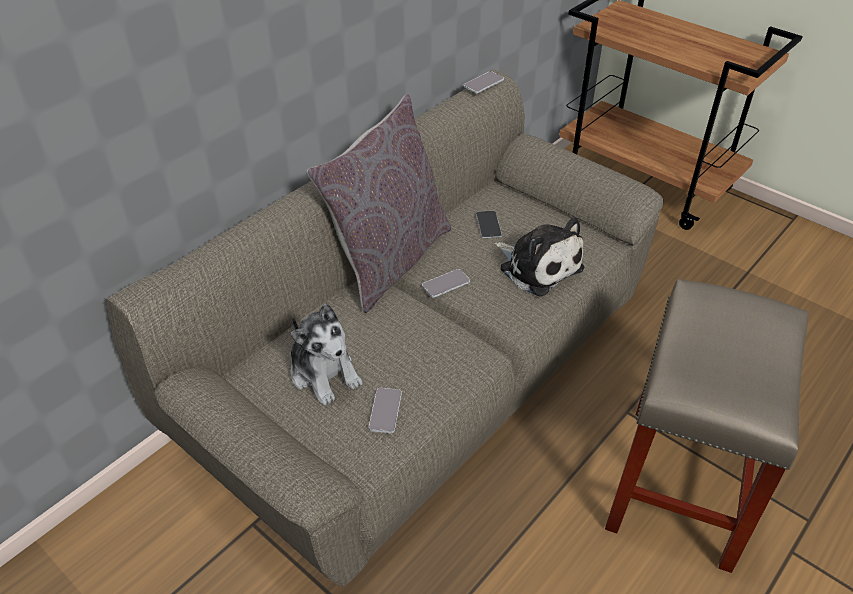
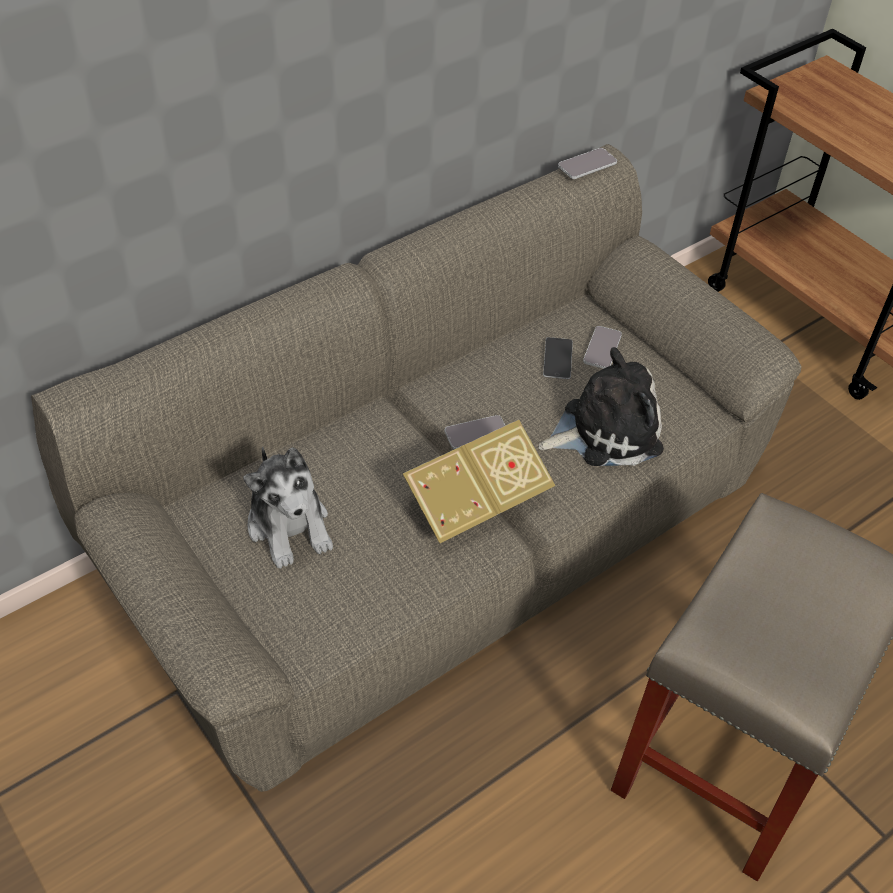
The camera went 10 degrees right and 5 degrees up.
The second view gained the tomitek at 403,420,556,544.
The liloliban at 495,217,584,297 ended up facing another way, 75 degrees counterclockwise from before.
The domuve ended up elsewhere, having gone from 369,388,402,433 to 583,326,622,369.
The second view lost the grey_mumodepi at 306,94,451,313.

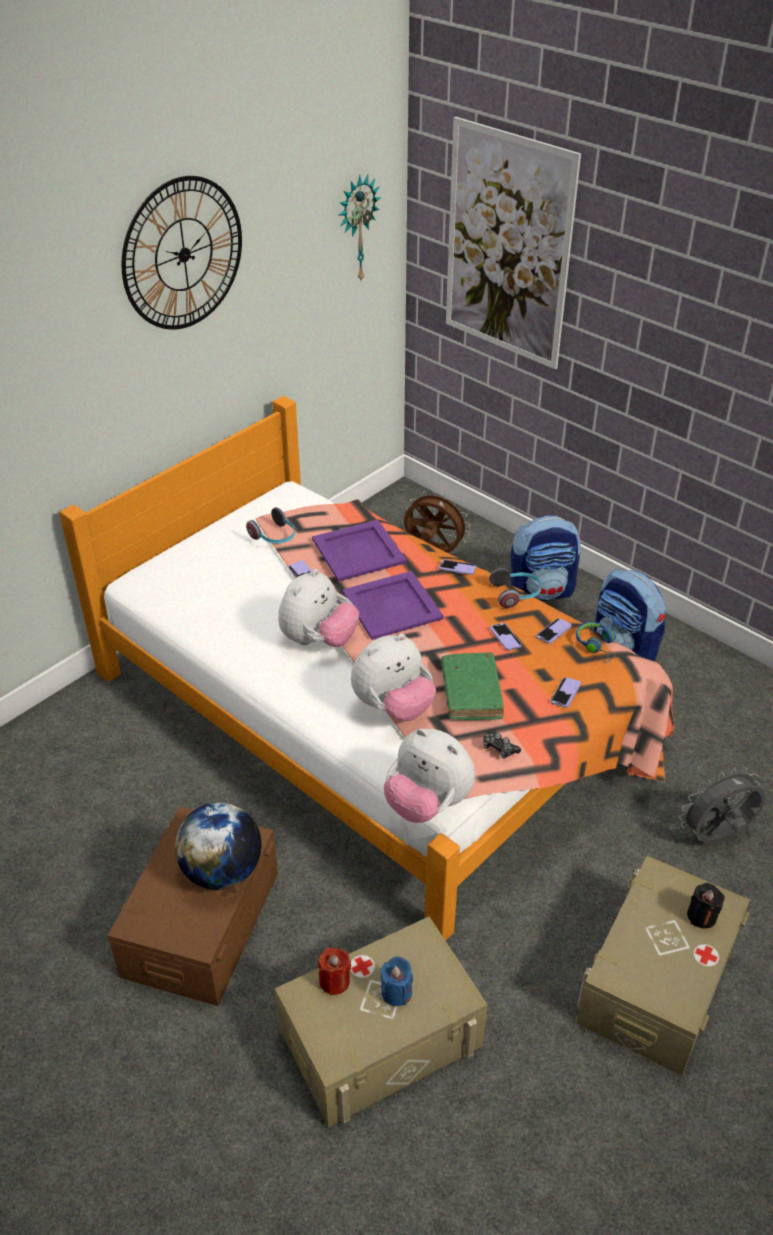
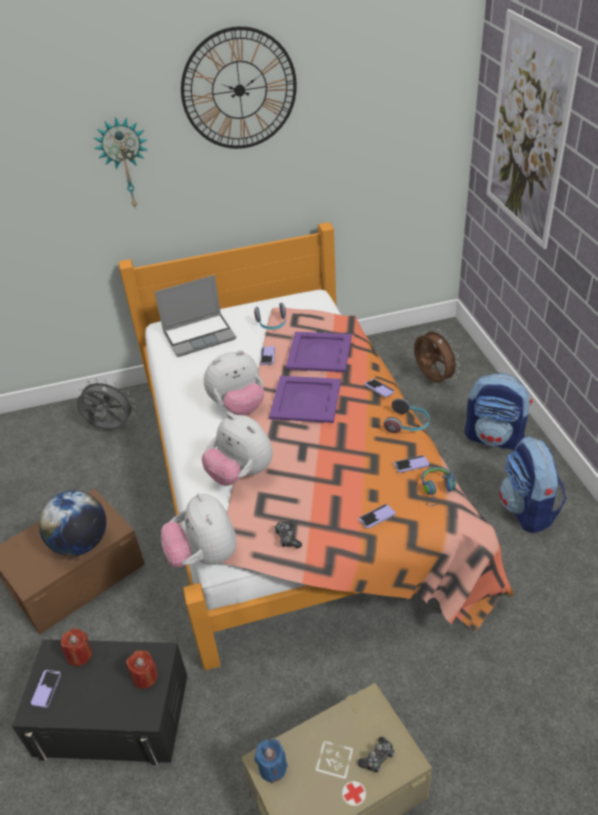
The camera went 35 degrees right and 0 degrees up.
What was the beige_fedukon at 275,916,487,1127 turned into the black_fedukon at 12,639,187,765.
The domuve ended up elsewhere, having gone from 490,623,522,650 to 31,670,61,708.
The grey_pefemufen ended up elsewhere, having gone from 679,767,766,843 to 77,379,136,430.
The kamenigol ended up elsewhere, having gone from 339,175,381,282 to 94,117,147,209.
The second view gained the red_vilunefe at 126,650,158,689.
The second view gained the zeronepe at 155,275,236,357.
The liloliban at 351,634,436,721 ended up facing another way, 45 degrees clockwise from before.
The blue_vilunefe ended up elsewhere, having gone from 380,956,413,1006 to 254,739,288,783.
Where the black_vilunefe stood at 687,883,725,929, the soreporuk came to stand at 358,737,395,773.
The second view lost the green_tomitek at 441,653,504,720.

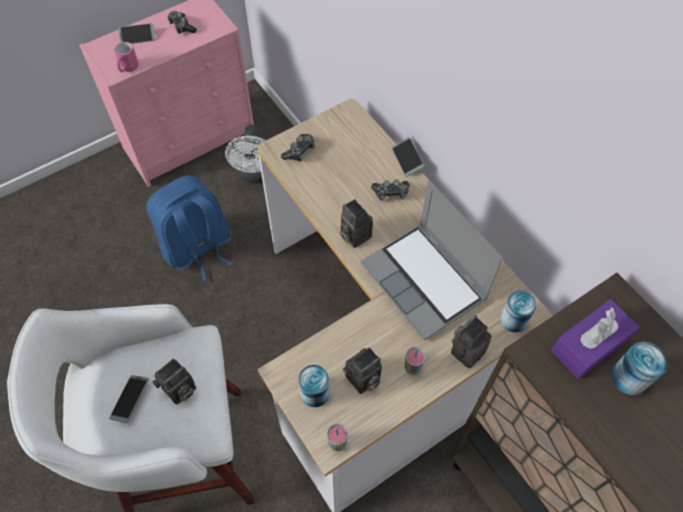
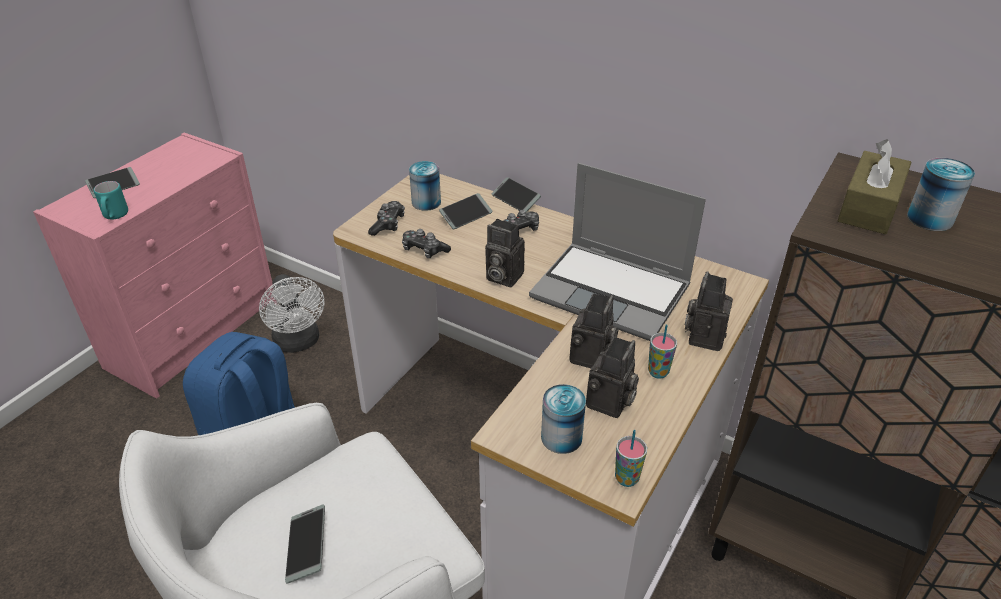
The camera went 25 degrees left and 20 degrees down.
What was the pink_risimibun at 114,42,139,72 turned into the turquoise_risimibun at 94,181,128,219.
The soreporuk ended up elsewhere, having gone from 167,11,197,34 to 402,229,451,258.
The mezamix ended up elsewhere, having gone from 500,291,537,332 to 409,161,441,211.
The second view gained the domuve at 439,193,493,229.
The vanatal ended up elsewhere, having gone from 153,359,196,405 to 570,293,618,368.
What was the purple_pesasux at 551,299,640,379 turned into the brown_pesasux at 838,139,911,234.

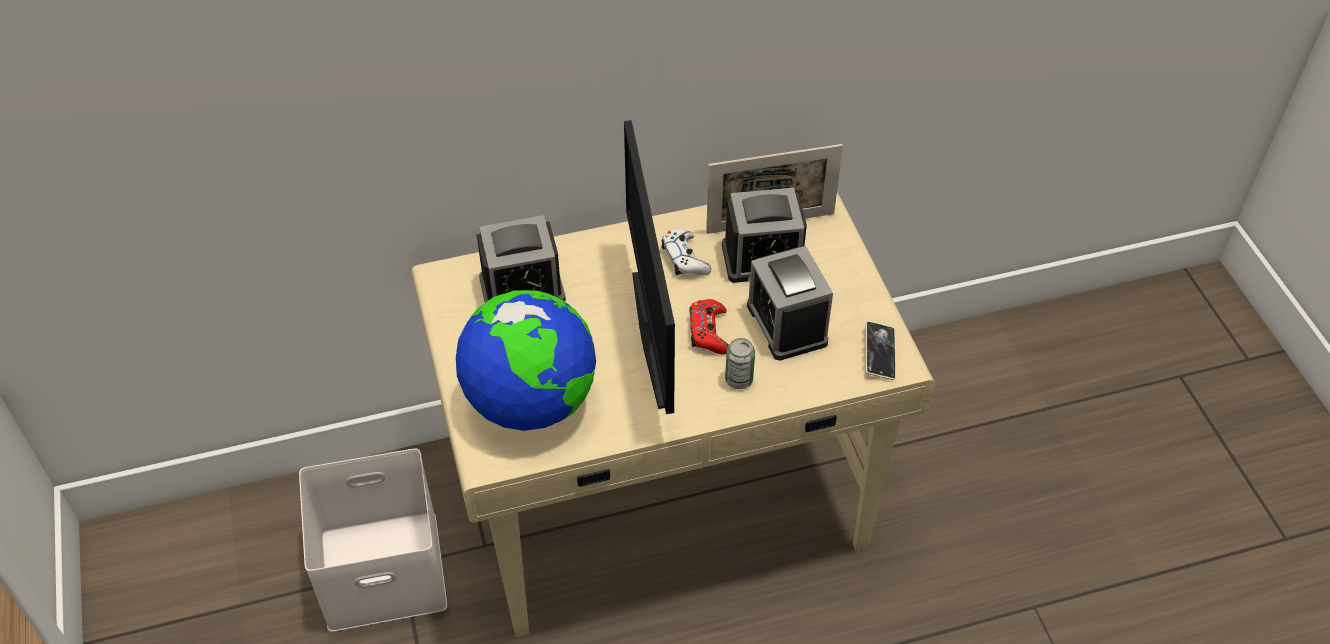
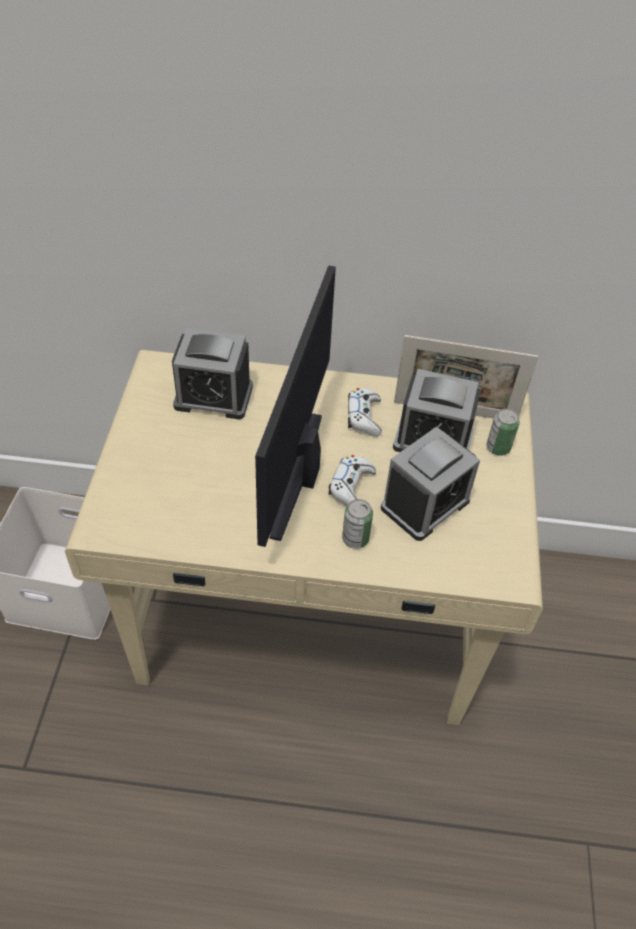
The camera went 20 degrees right and 0 degrees up.
What was the red_soreporuk at 689,299,729,354 turned into the white_soreporuk at 328,455,376,507.
The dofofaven at 747,246,833,361 ended up facing another way, 135 degrees counterclockwise from before.
The second view gained the mezamix at 486,408,520,456.
The second view lost the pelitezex at 456,290,596,431.
The second view lost the domuve at 865,322,896,380.

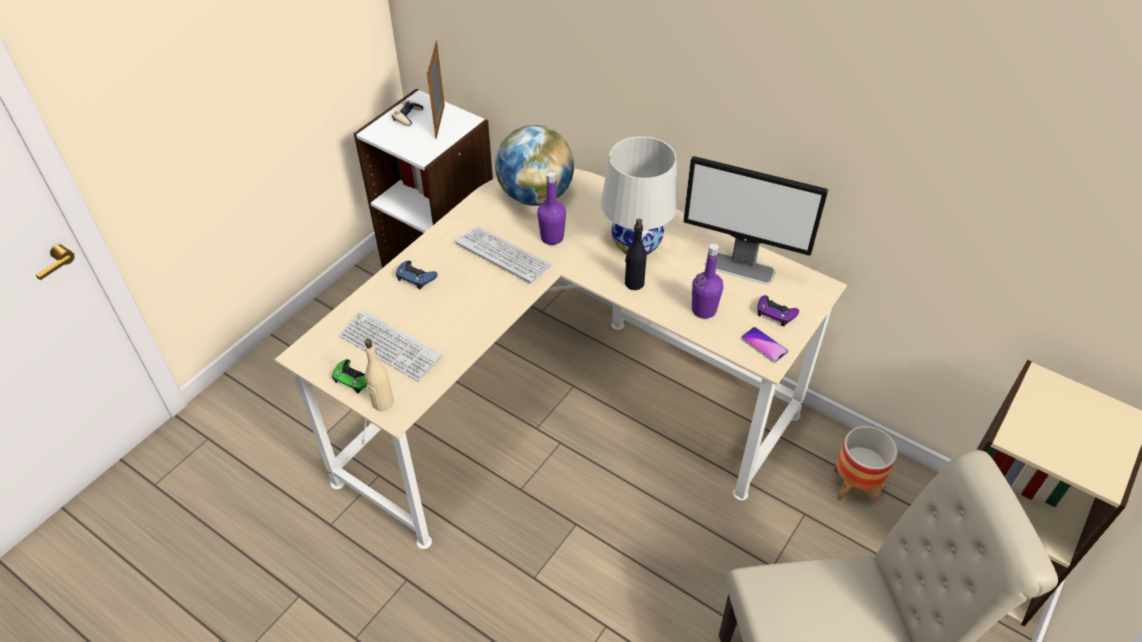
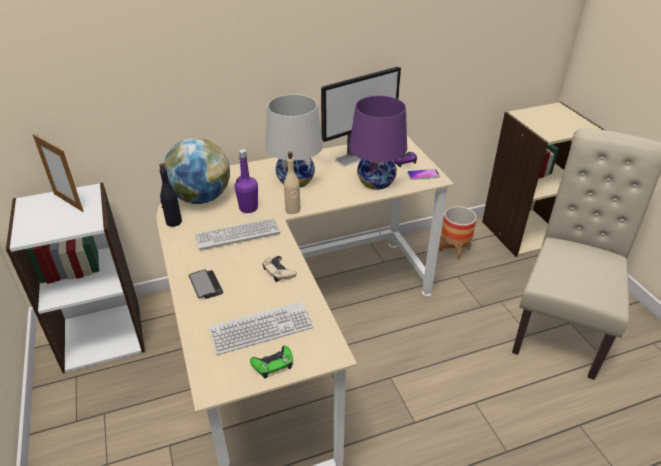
The camera went 55 degrees left and 10 degrees down.
The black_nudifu ended up elsewhere, having gone from 625,219,647,290 to 159,163,182,227.
Where the blue_soreporuk stood at 396,261,438,289, the domuve came to stand at 189,270,223,299.
The beige_soreporuk ended up elsewhere, having gone from 392,100,424,126 to 263,256,297,282.
The beige_nudifu ended up elsewhere, having gone from 365,339,394,411 to 284,152,301,214.
Where the purple_nudifu stood at 692,244,723,319, the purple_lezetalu came to stand at 349,96,407,190.

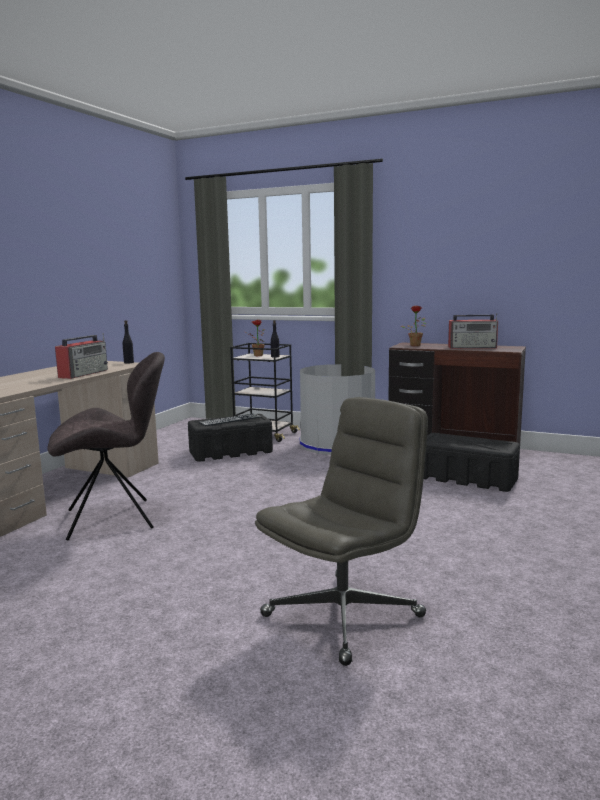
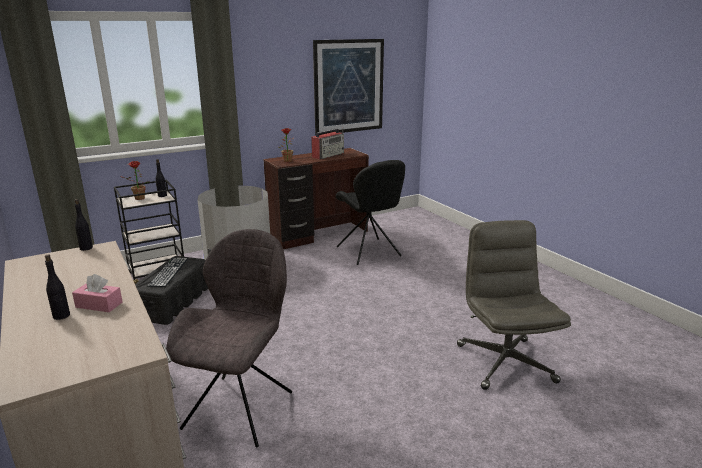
The camera went 55 degrees left and 10 degrees up.
The second view gained the black_nudifu at 45,255,70,320.
The second view gained the pink_pesasux at 72,274,122,312.
The second view gained the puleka at 313,39,384,135.
Where the black_fedukon stood at 424,433,520,492, the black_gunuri came to stand at 336,160,405,265.
The second view lost the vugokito at 55,333,108,379.

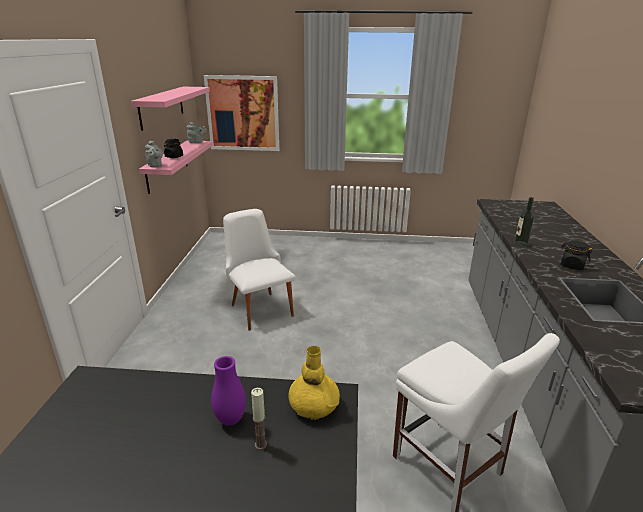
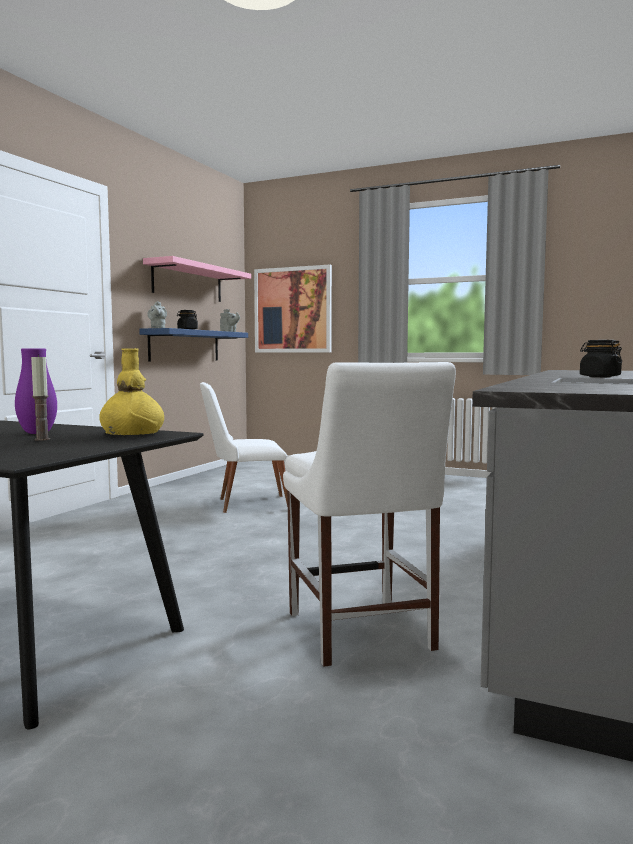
The camera went 20 degrees right and 20 degrees down.
What was the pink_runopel at 139,140,213,194 turned into the blue_runopel at 139,328,248,361.
The white_gunuri at 223,209,296,331 ended up facing another way, 90 degrees counterclockwise from before.
The second view lost the nudifu at 514,197,534,246.

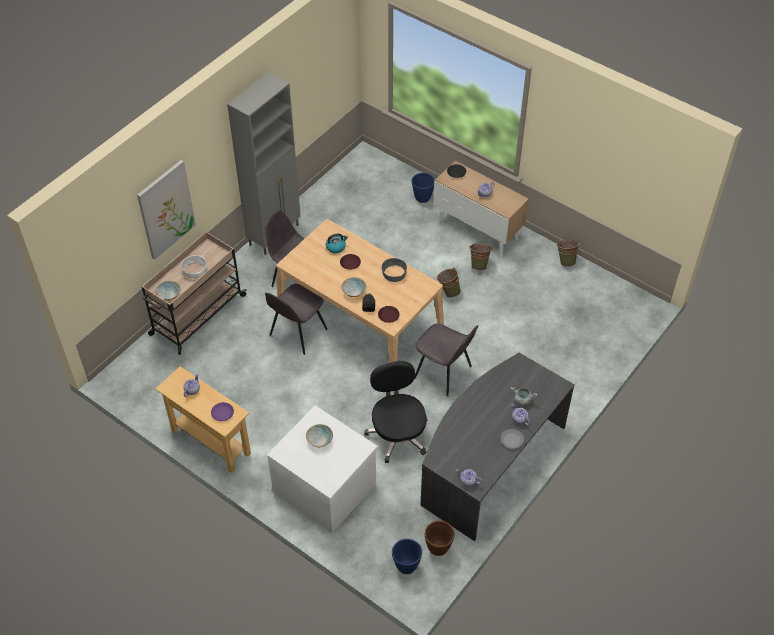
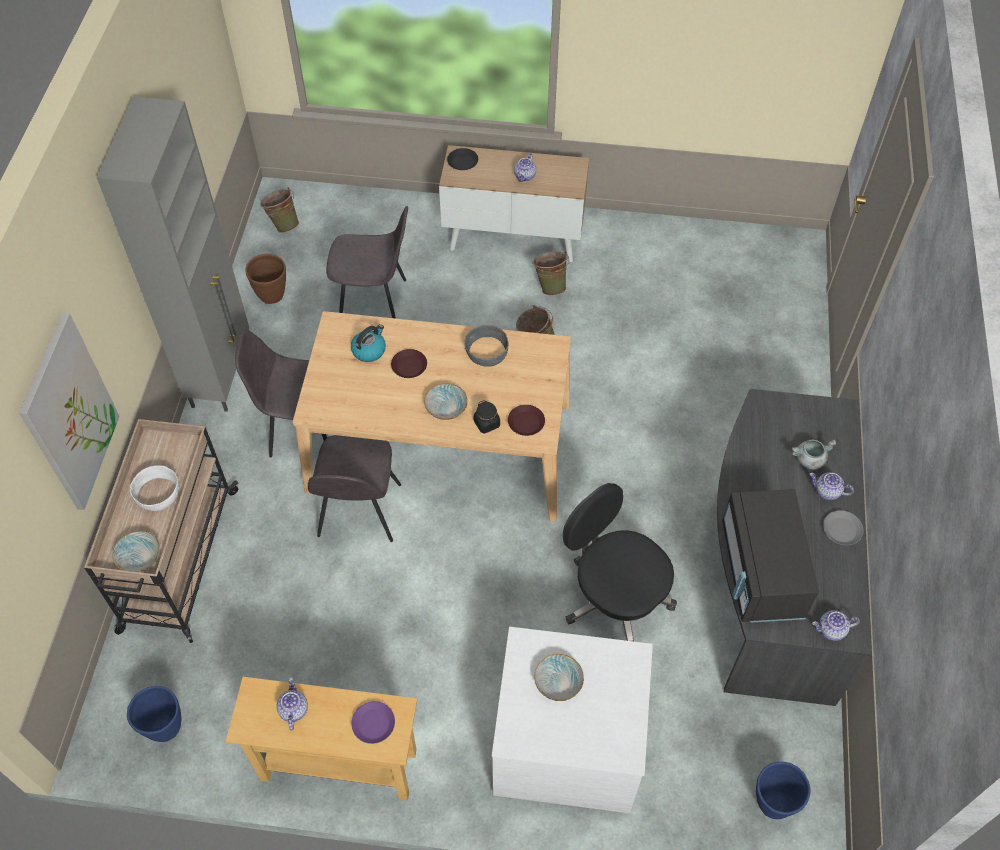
The camera went 30 degrees left and 5 degrees up.
The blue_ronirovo ended up elsewhere, having gone from 412,173,435,203 to 127,686,181,742.
The brown_ronirovo ended up elsewhere, having gone from 425,520,455,556 to 245,254,286,304.
The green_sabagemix ended up elsewhere, having gone from 557,239,580,267 to 260,187,299,233.
The grey_gunuri ended up elsewhere, having gone from 415,323,478,396 to 326,206,408,319.
The second view gained the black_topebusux at 722,489,819,623.

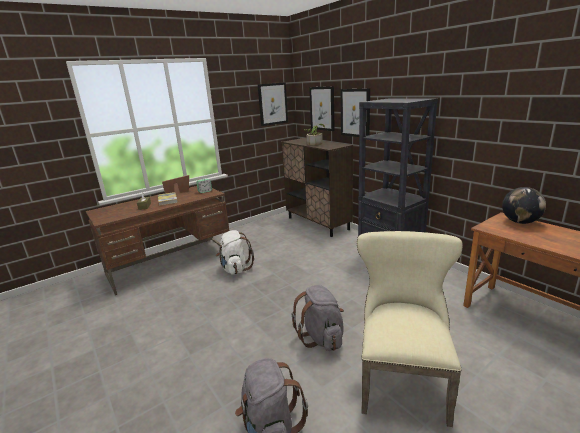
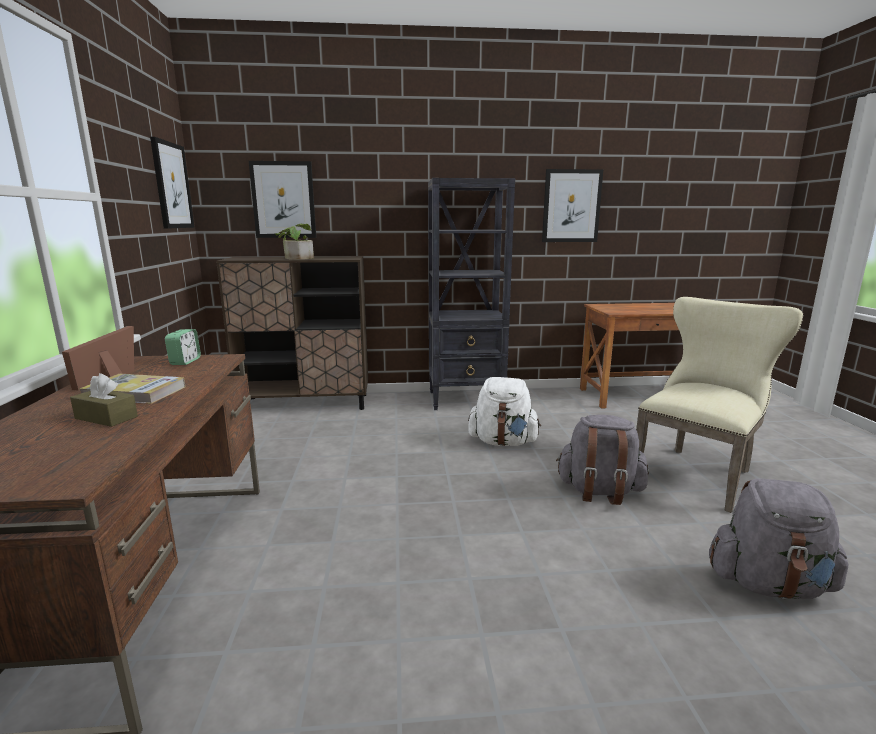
The camera went 60 degrees left and 5 degrees down.
The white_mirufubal ended up elsewhere, having gone from 216,230,254,275 to 468,377,541,446.
The puleka ended up elsewhere, having gone from 341,88,370,137 to 542,169,603,242.
The beige_gunuri at 357,231,463,427 ended up facing another way, 90 degrees clockwise from before.
The second view lost the pelitezex at 502,187,546,224.

